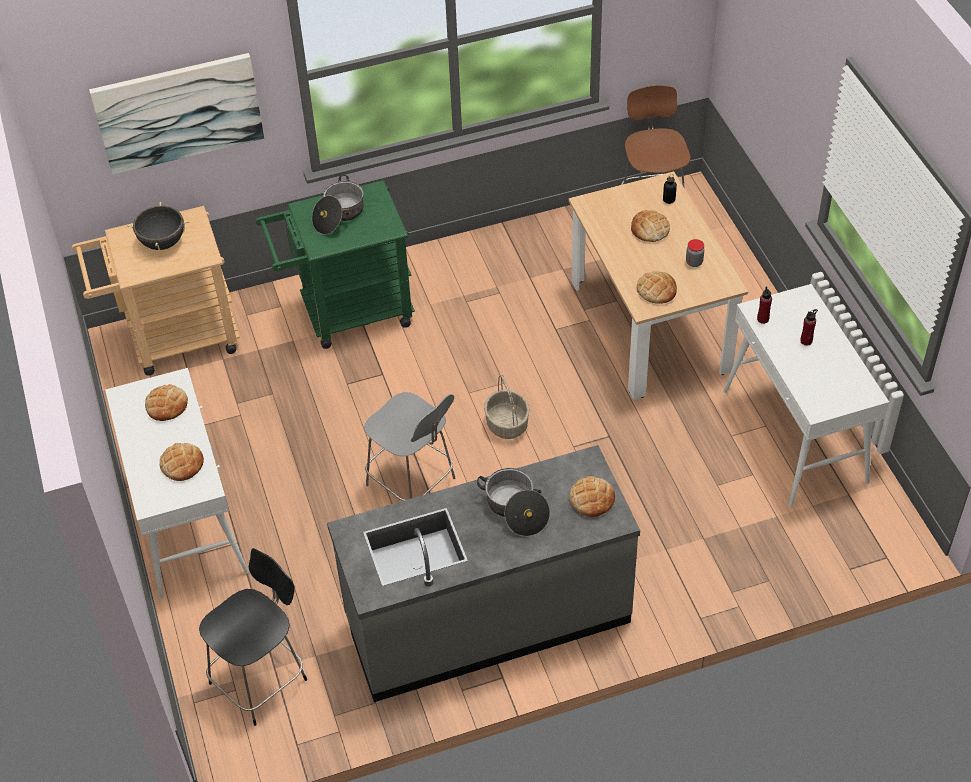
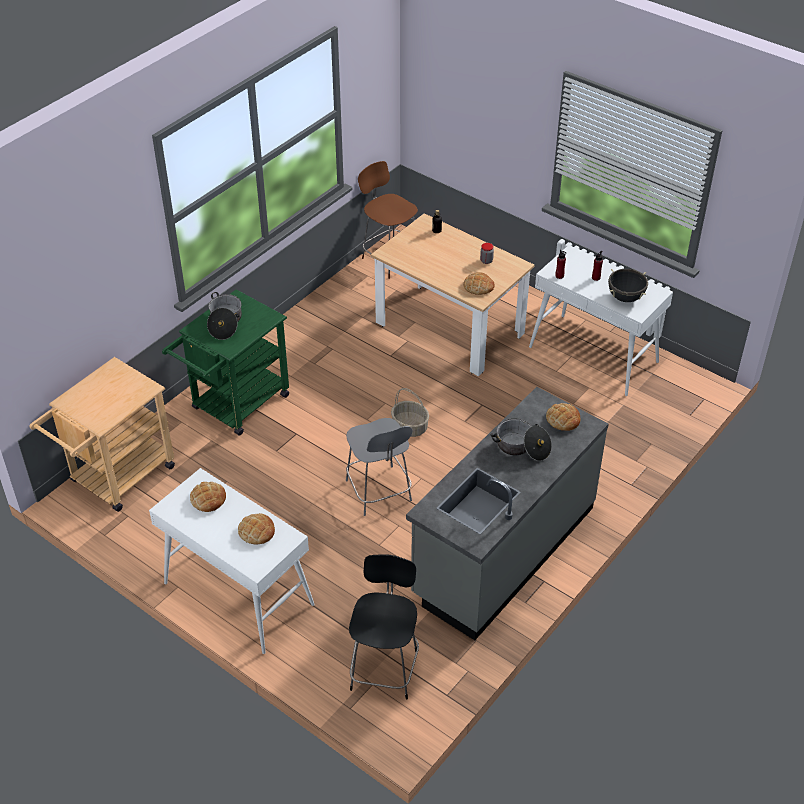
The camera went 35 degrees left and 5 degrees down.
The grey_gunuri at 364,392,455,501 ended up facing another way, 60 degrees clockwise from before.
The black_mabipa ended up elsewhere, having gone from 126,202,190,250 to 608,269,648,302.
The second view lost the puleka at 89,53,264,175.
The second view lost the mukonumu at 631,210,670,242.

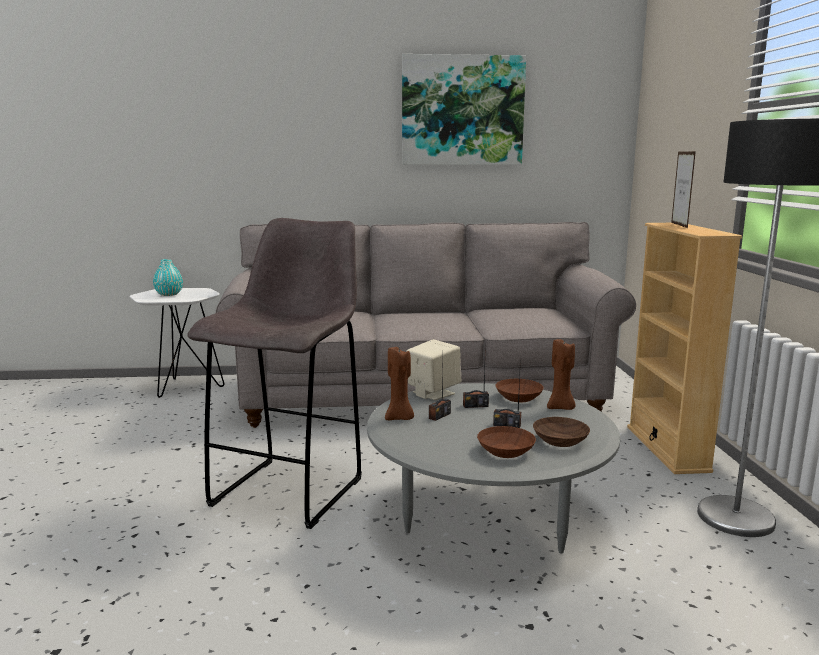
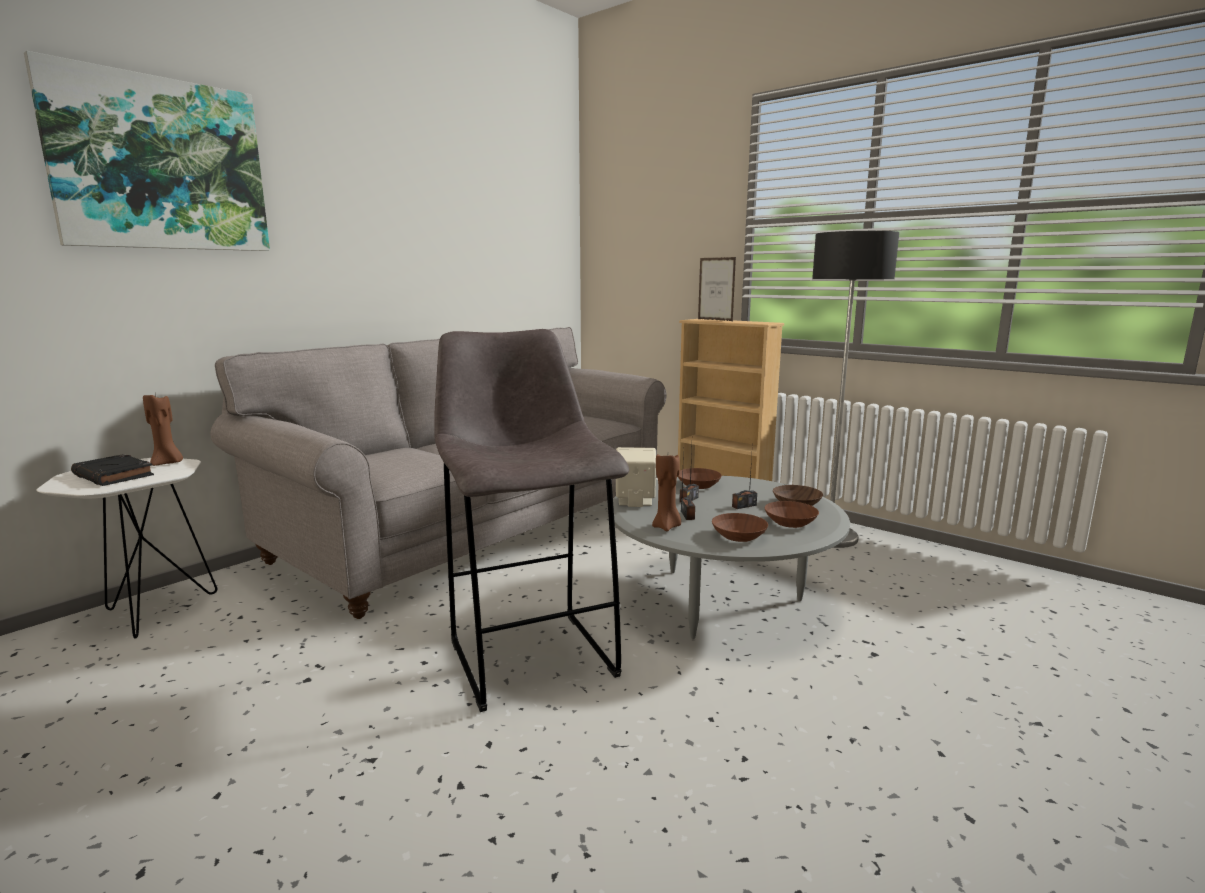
The camera went 45 degrees left and 0 degrees up.
The puleka ended up elsewhere, having gone from 402,54,526,165 to 24,51,270,251.
Where the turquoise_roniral stood at 153,259,183,296, the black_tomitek came to stand at 71,454,154,486.
The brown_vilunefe ended up elsewhere, having gone from 547,338,575,410 to 143,393,183,466.
The second view gained the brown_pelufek at 712,513,768,542.

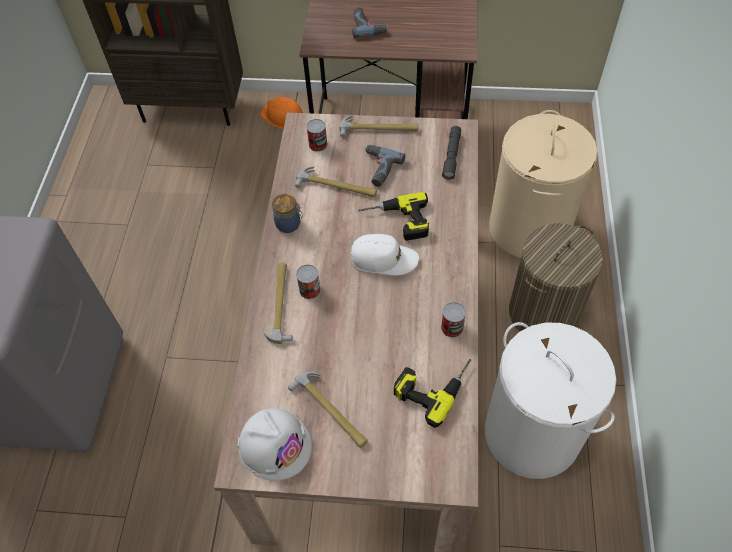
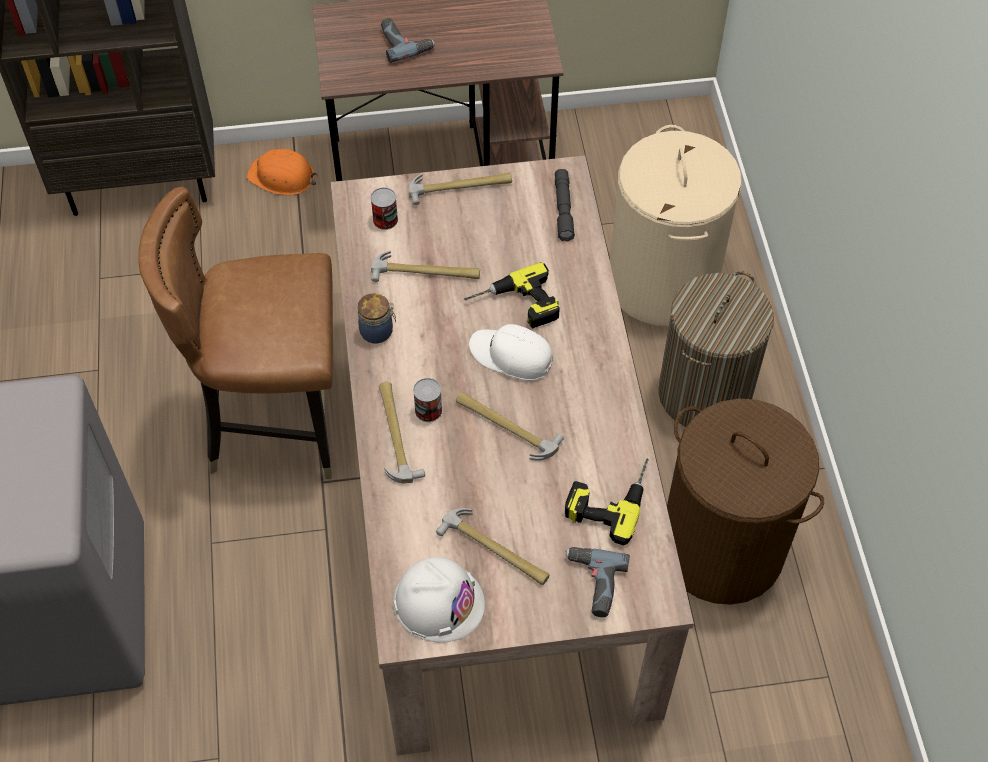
The camera went 15 degrees left and 0 degrees up.
The second view gained the brown_gunuri at 139,187,333,479.
The second view gained the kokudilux at 456,392,564,461.
The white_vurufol at 351,234,419,276 ended up facing another way, 150 degrees counterclockwise from before.
The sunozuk ended up elsewhere, having gone from 365,145,405,187 to 565,547,630,617.
What was the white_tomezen at 485,322,616,479 turned into the brown_tomezen at 667,399,824,605.
The second view lost the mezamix at 441,302,466,338.

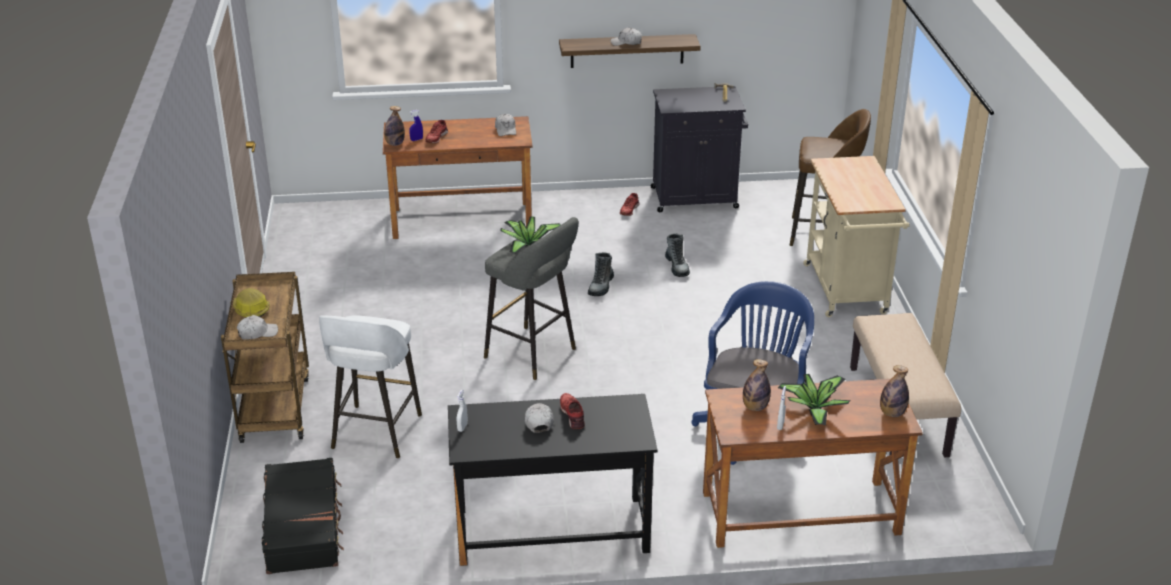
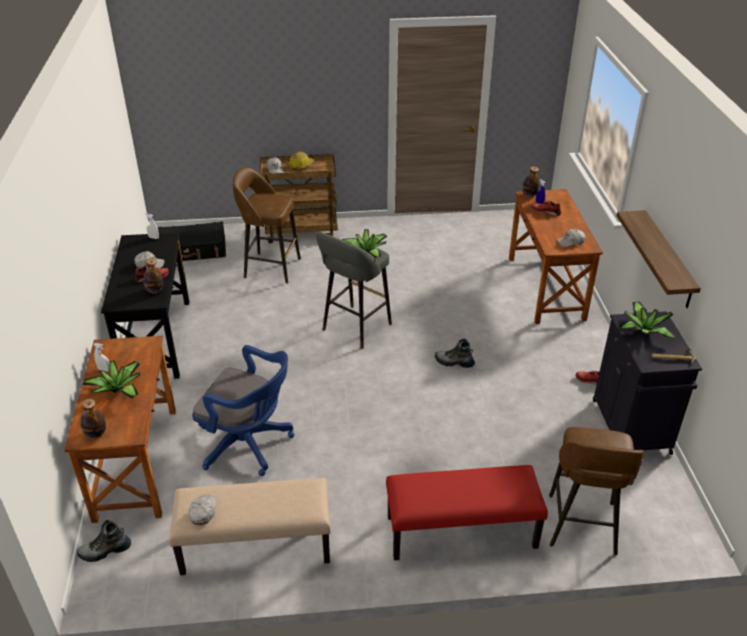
The camera went 90 degrees right and 5 degrees up.
The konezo ended up elsewhere, having gone from 665,234,690,277 to 77,520,131,562.
The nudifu ended up elsewhere, having gone from 743,359,771,411 to 143,258,163,293.
The white_vurufol ended up elsewhere, having gone from 610,28,642,46 to 189,494,217,525.
What was the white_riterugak at 319,315,422,458 turned into the brown_riterugak at 233,167,301,284.
Where the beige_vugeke stood at 803,156,910,317, the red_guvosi came to stand at 386,465,548,560.
The second view gained the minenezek at 619,302,677,340.

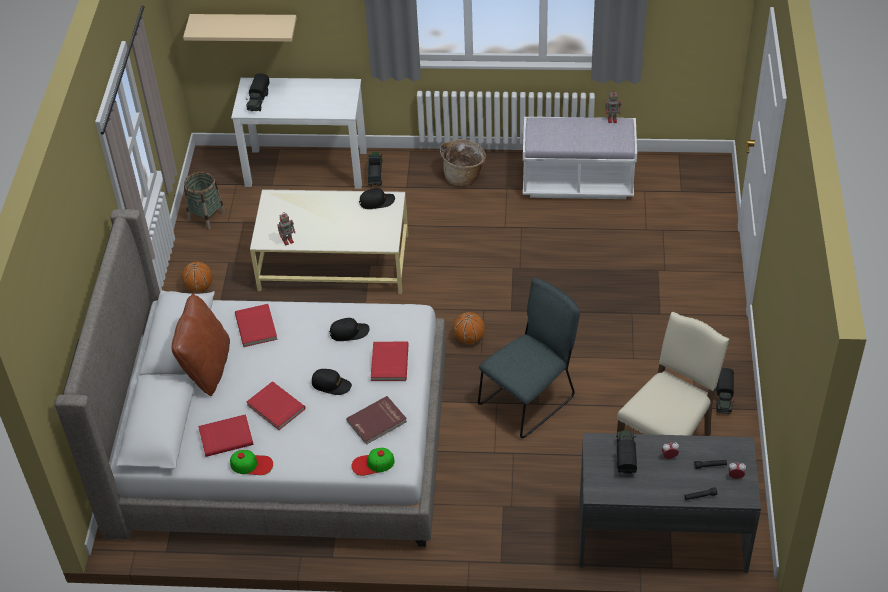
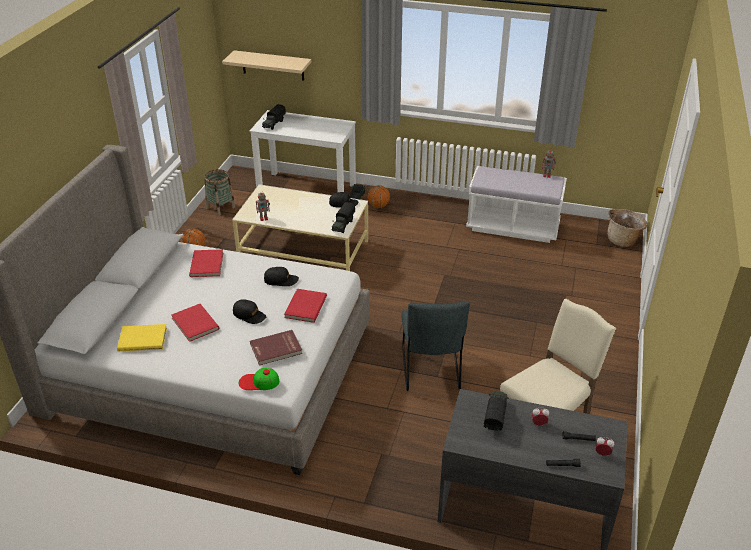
The camera went 10 degrees right and 10 degrees down.
What was the red_tomitek at 198,414,254,457 turned into the yellow_tomitek at 117,324,167,351.
The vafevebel ended up elsewhere, having gone from 716,368,734,414 to 332,202,355,233.
The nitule ended up elsewhere, having gone from 453,312,485,344 to 368,185,390,208.
The grey_gunuri at 478,278,580,438 ended up facing another way, 120 degrees clockwise from before.
The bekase ended up elsewhere, having gone from 440,139,486,186 to 607,209,648,247.
The second view lost the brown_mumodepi at 172,294,230,396.
The second view lost the vurufol at 230,450,273,475.

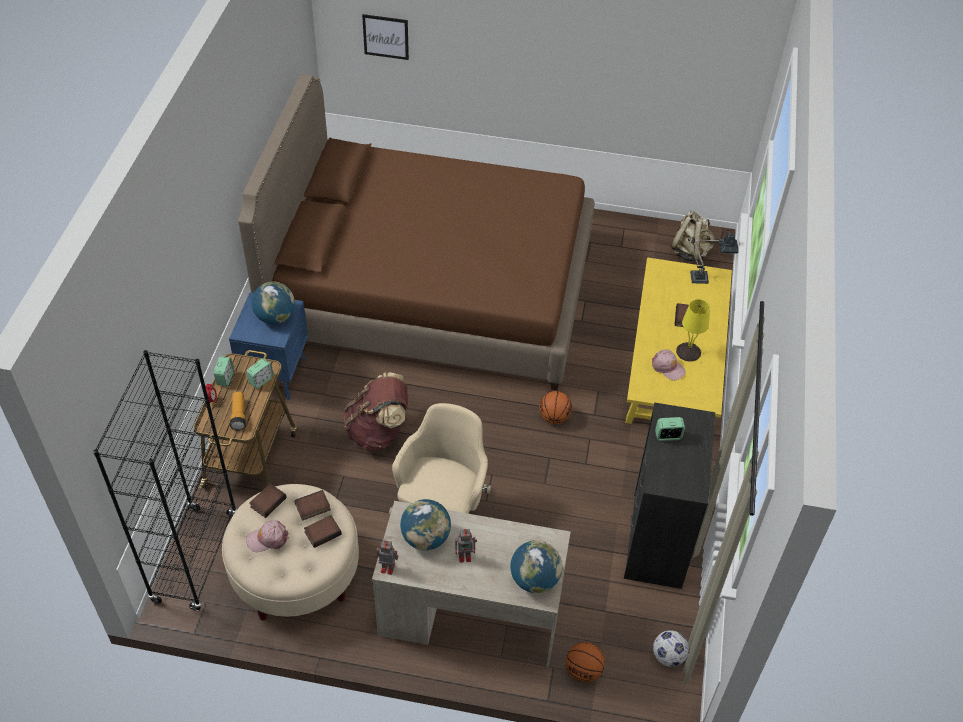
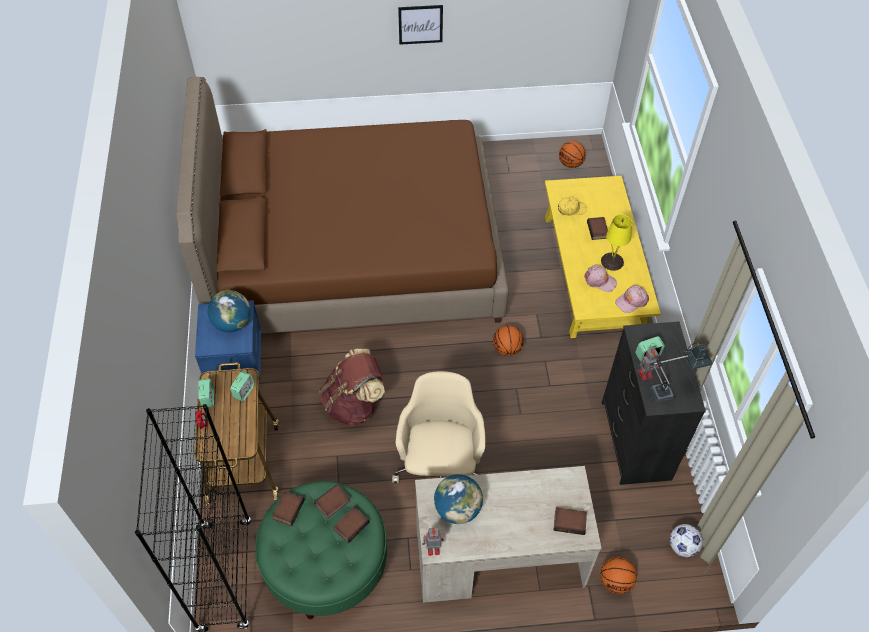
The camera went 15 degrees left and 5 degrees up.
What was the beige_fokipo at 222,484,359,620 turned into the green_fokipo at 255,481,387,619.
The puleka ended up elsewhere, having gone from 362,14,409,60 to 398,5,443,45.
Where the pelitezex stood at 510,540,562,593, the tomitek came to stand at 554,507,587,535.
The second view gained the yellow_vurufol at 558,196,587,216.
Where the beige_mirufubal stood at 671,210,715,263, the nitule came to stand at 559,141,586,168.
The pink_vurufol ended up elsewhere, having gone from 246,520,289,552 to 615,285,649,313.
The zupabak ended up elsewhere, having gone from 455,529,477,563 to 638,348,660,381.
The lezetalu ended up elsewhere, having gone from 688,230,739,284 to 650,343,713,402.
The second view lost the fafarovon at 230,392,246,431.

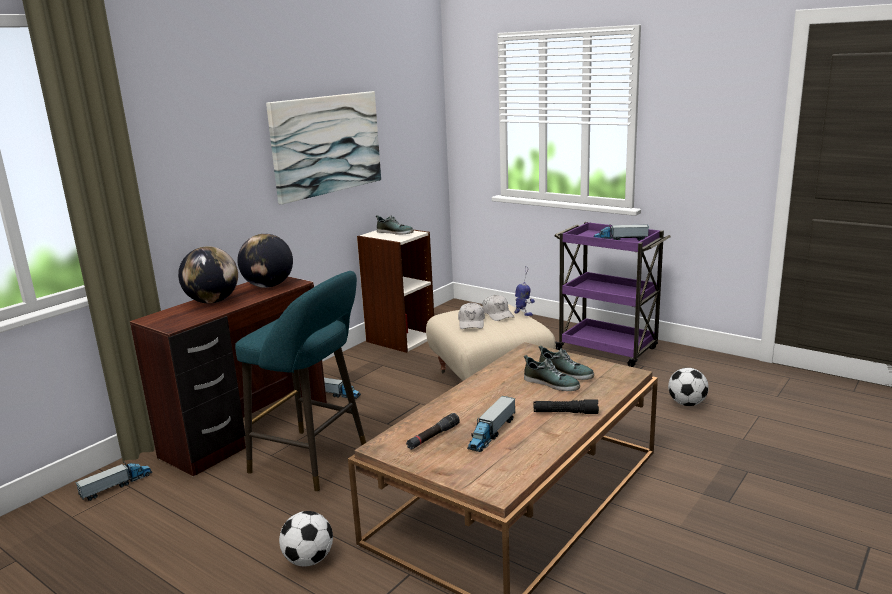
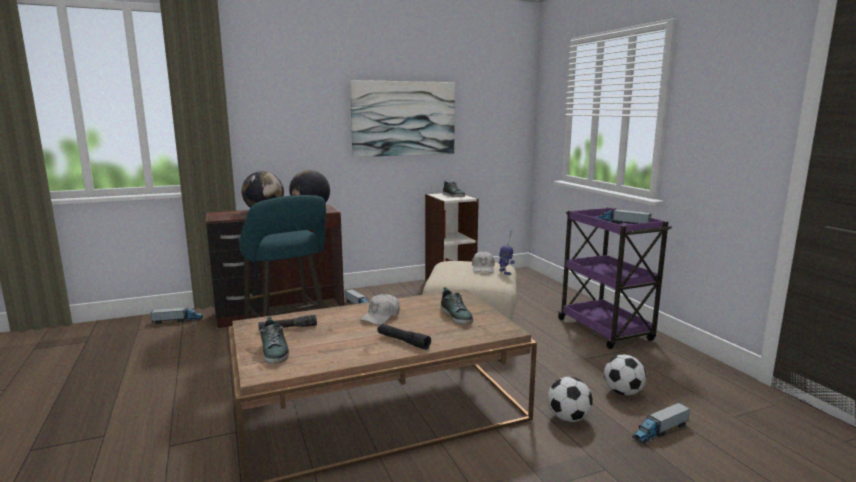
The camera went 30 degrees right and 5 degrees down.
The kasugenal ended up elsewhere, having gone from 524,355,580,391 to 260,317,289,364.
The white_vurufol ended up elsewhere, having gone from 458,302,485,329 to 360,294,400,325.
The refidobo ended up elsewhere, having gone from 279,511,333,567 to 548,377,593,422.
The vafevebel ended up elsewhere, having gone from 467,396,515,452 to 632,403,691,444.

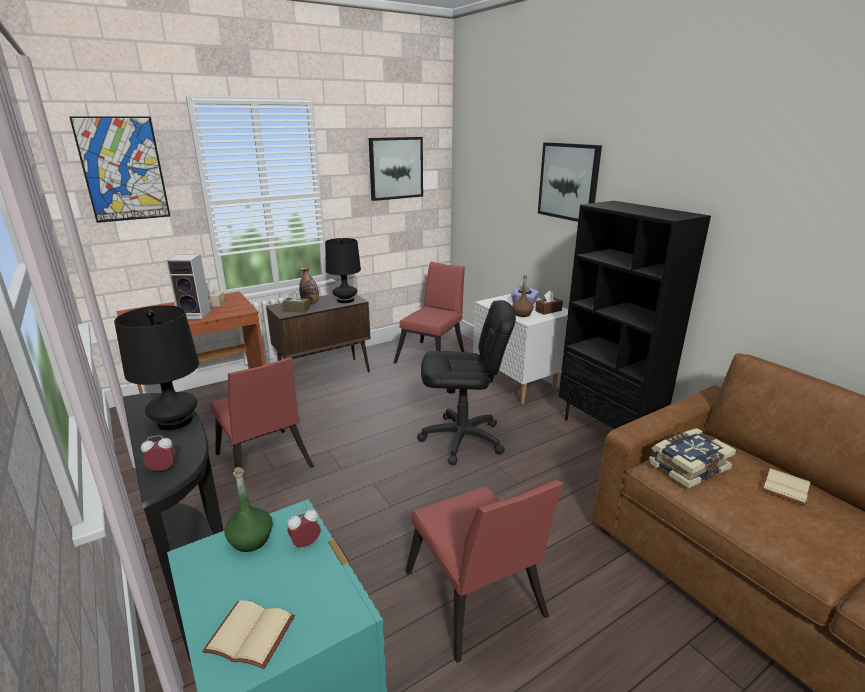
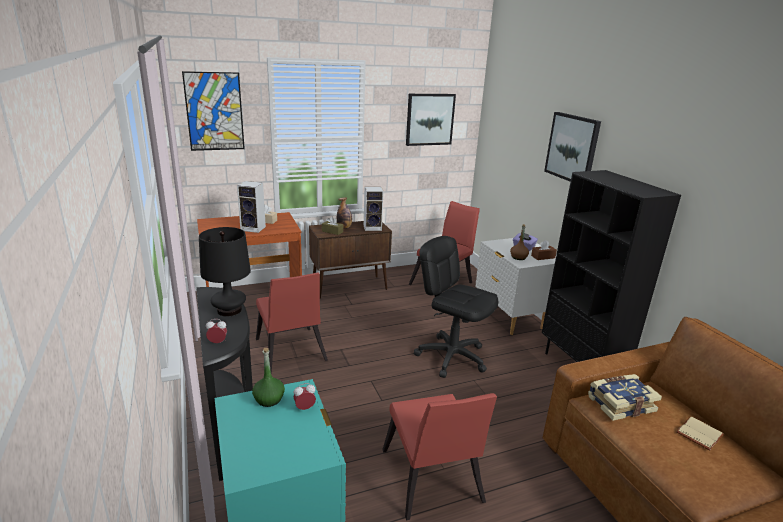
The camera went 10 degrees right and 0 degrees up.
Where the black_lezetalu stood at 325,238,361,303, the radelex came to stand at 364,187,383,231.
The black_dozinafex at 417,300,516,465 ended up facing another way, 150 degrees counterclockwise from before.
The second view lost the beige_tomitek at 202,600,295,669.

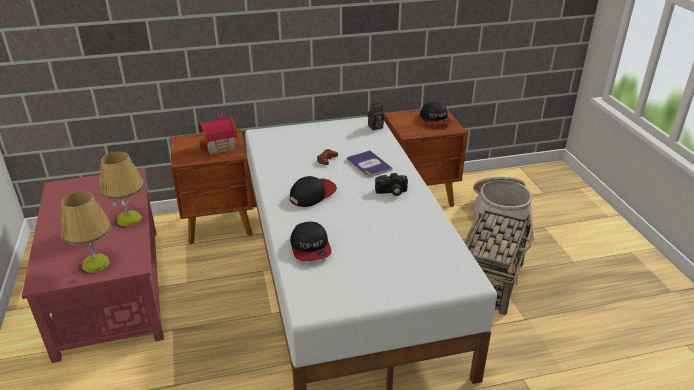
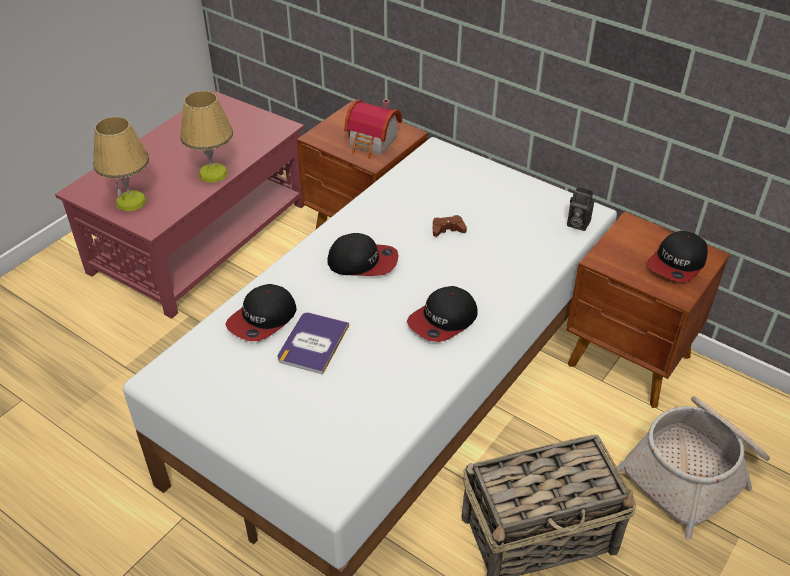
The camera went 50 degrees right and 10 degrees up.
The tomitek ended up elsewhere, having gone from 347,150,392,178 to 277,312,349,375.
Where the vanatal stood at 375,173,408,196, the vurufol came to stand at 407,286,478,342.

